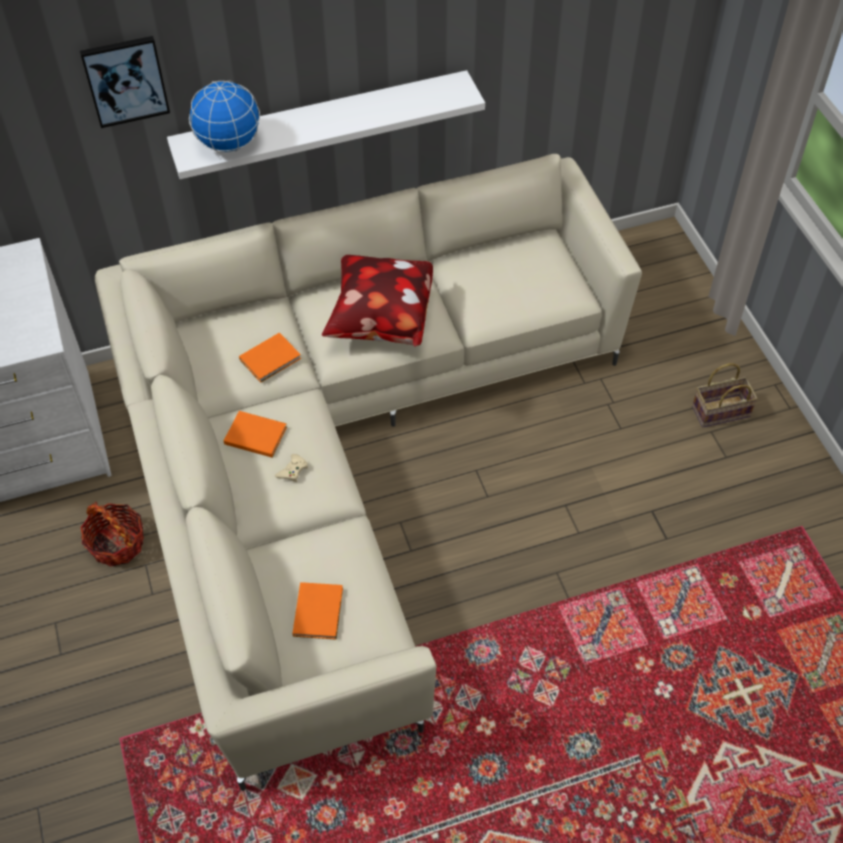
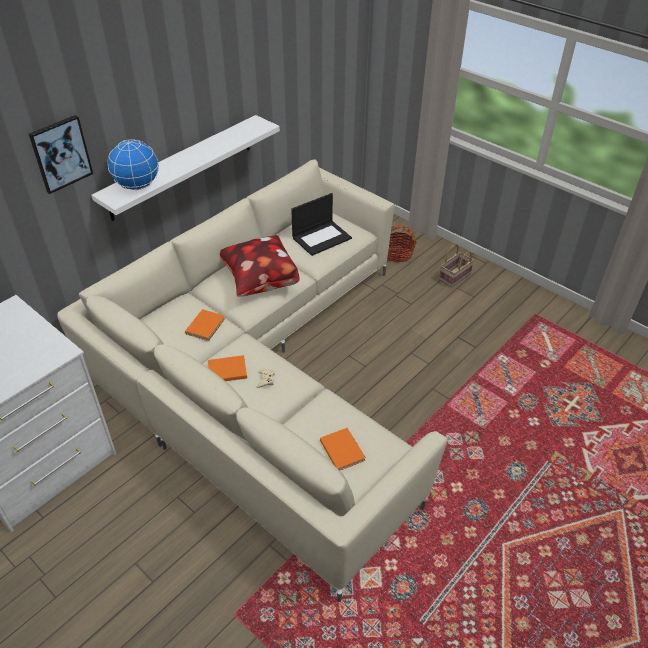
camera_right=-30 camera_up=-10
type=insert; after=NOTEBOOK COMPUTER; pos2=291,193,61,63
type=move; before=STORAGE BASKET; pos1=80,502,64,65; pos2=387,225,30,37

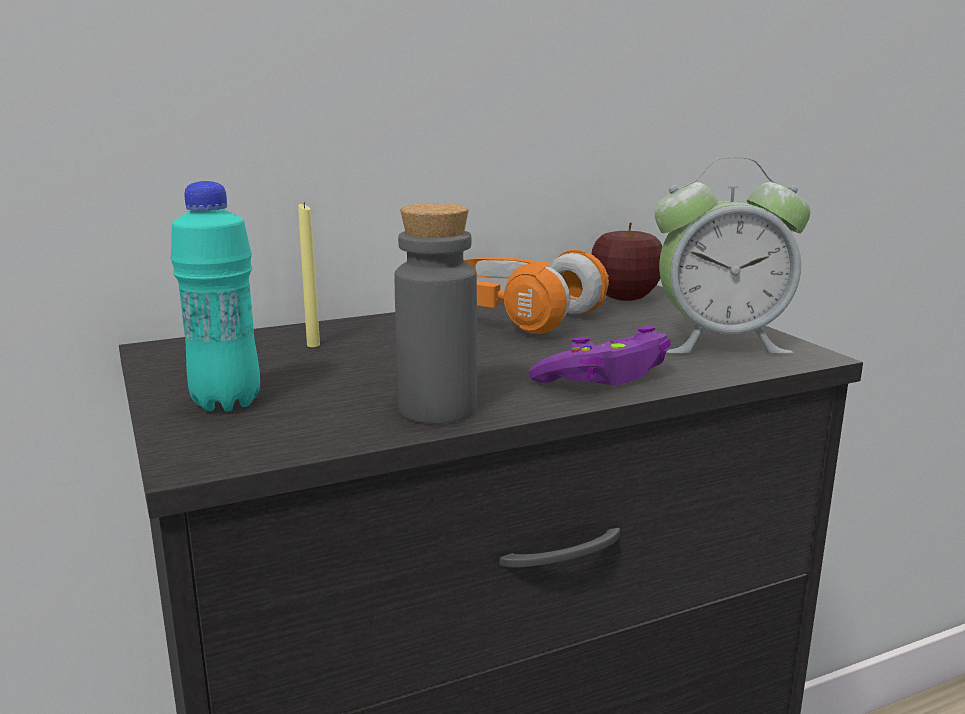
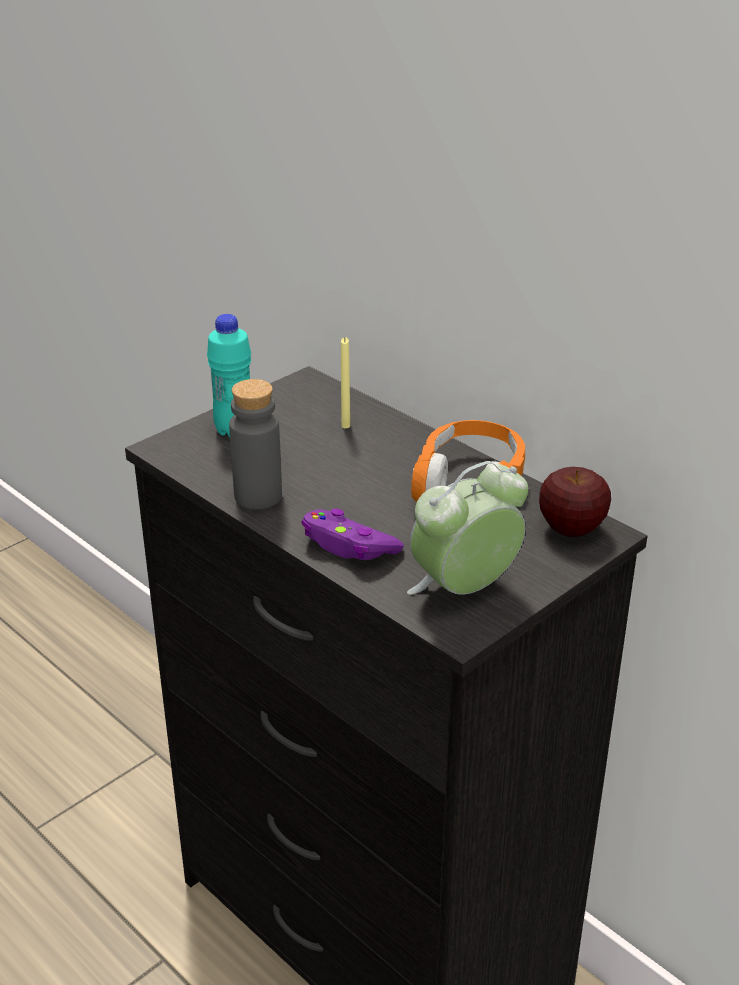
camera_right=70 camera_up=15
type=rotate; before=ALARM CLOCK; pos1=655,157,155,197; pos2=407,461,121,134; turn=75

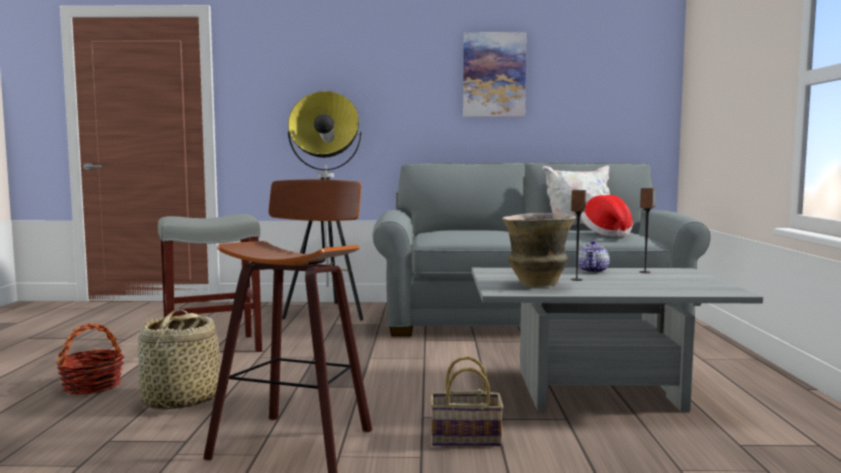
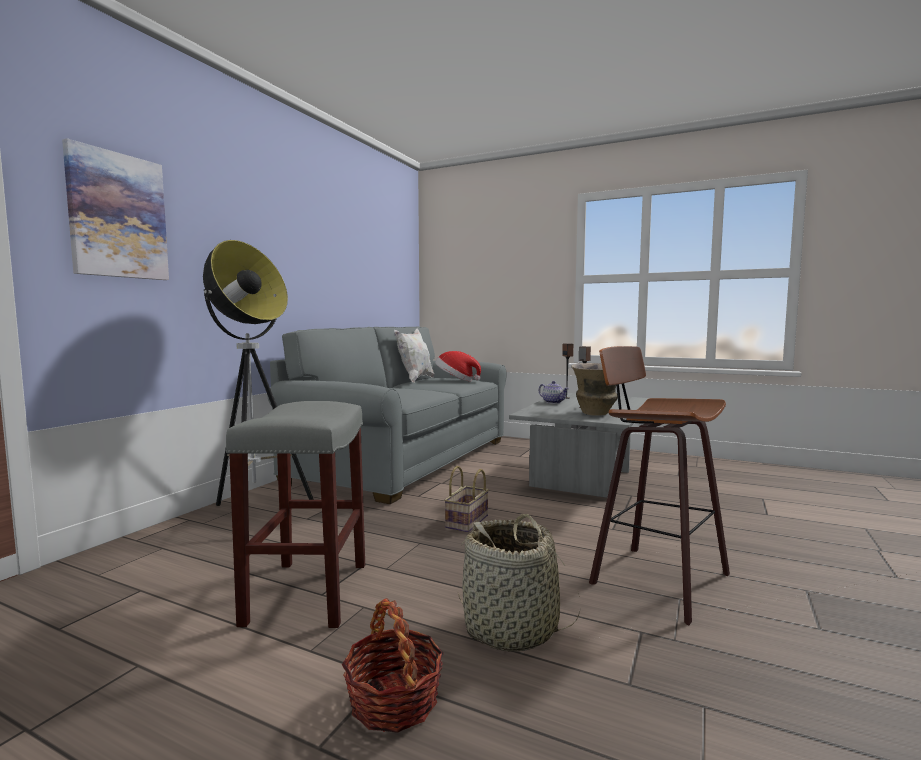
camera_right=-65 camera_up=0
type=move; before=WALL ART; pos1=463,32,64,85; pos2=62,138,107,142
type=move; before=STORAGE BASKET; pos1=431,356,73,90; pos2=444,466,45,66

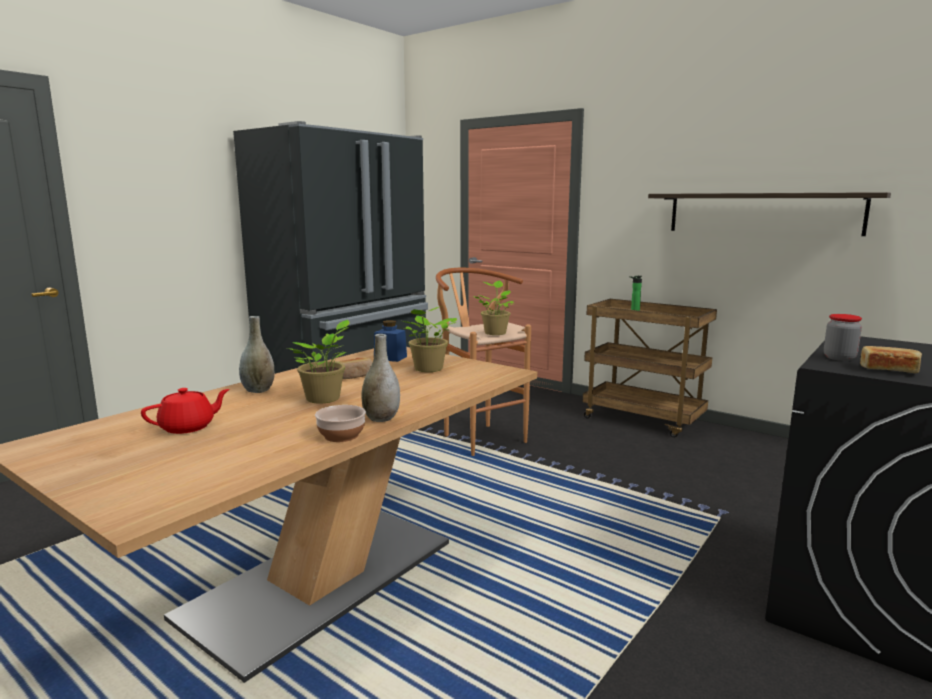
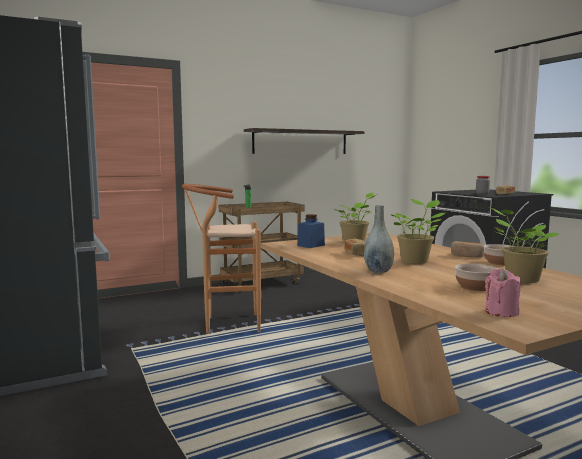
camera_right=-65 camera_up=-5
type=replace; before=GRAY DECORATIVE VASE; after=BAKED BREAD; pos1=361,334,39,88; pos2=451,241,33,17
type=replace; before=RED-COLOURED POT FOR TEA; after=BOWL; pos1=141,388,89,46; pos2=455,264,42,27
type=insert; after=PINK-COLOURED WAX LIGHT; pos2=485,268,36,49
type=move; before=PLANT IN A POT; pos1=473,280,41,55; pos2=489,207,70,76

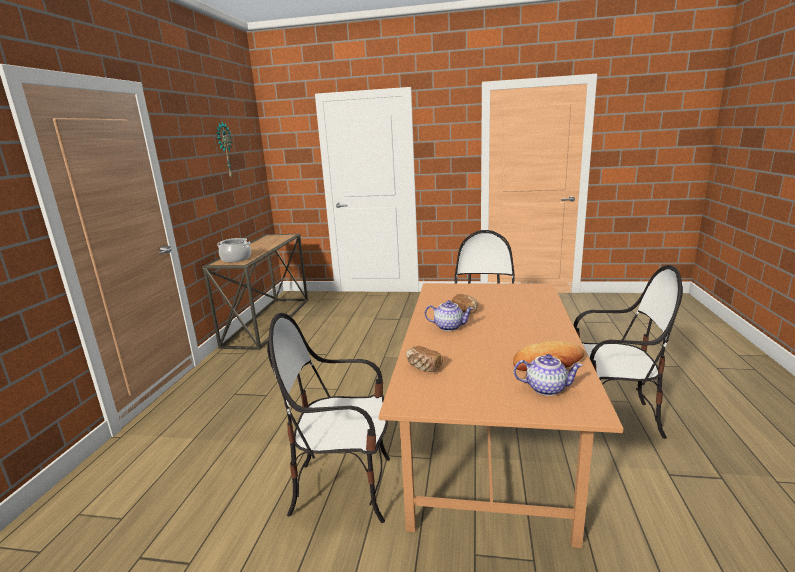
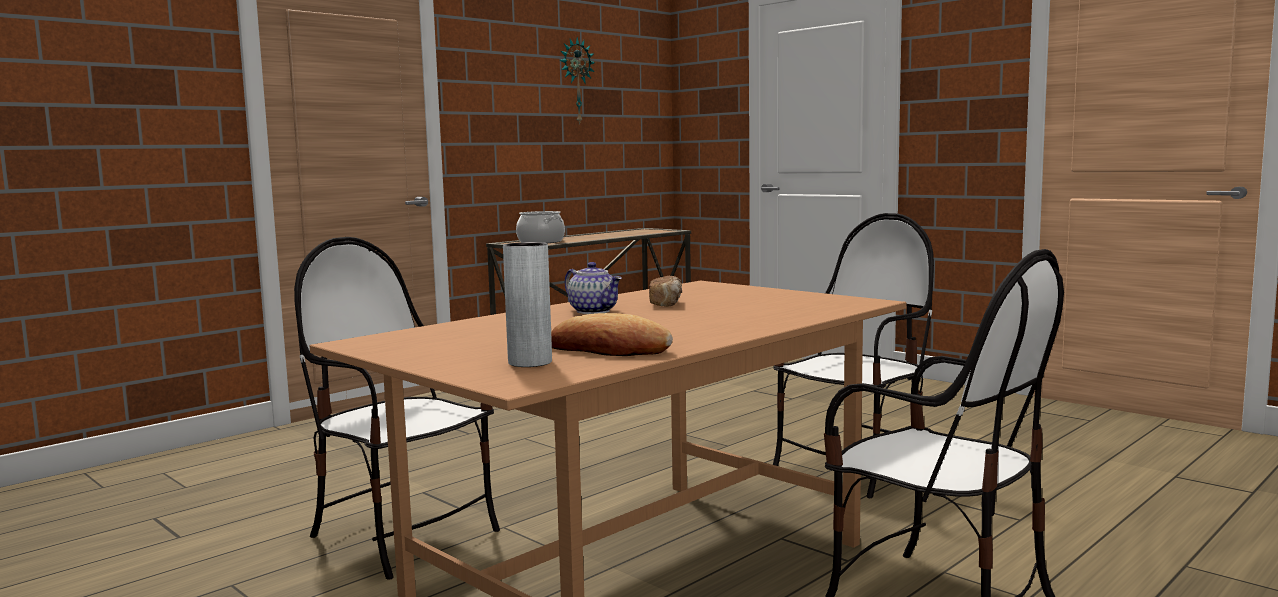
camera_right=35 camera_up=-10
type=replace; before=POT FOR TEA; after=GRAY DECORATIVE VASE; pos1=514,354,69,42; pos2=503,242,49,125
type=delete; before=BAKED BREAD; pos1=406,346,37,26

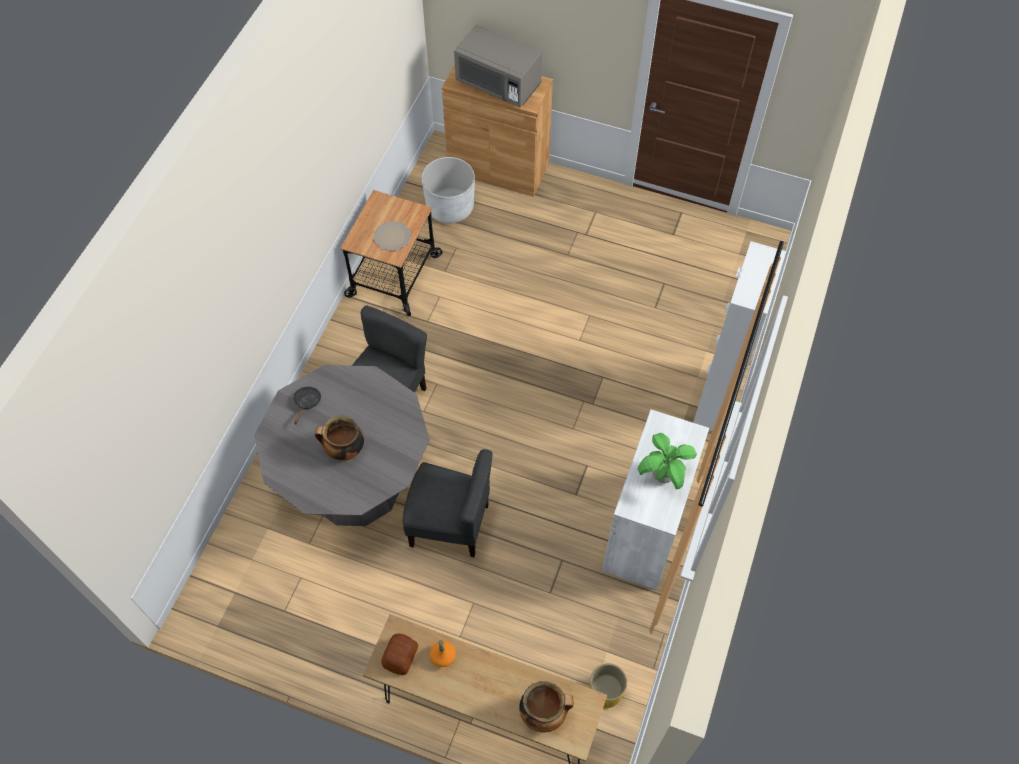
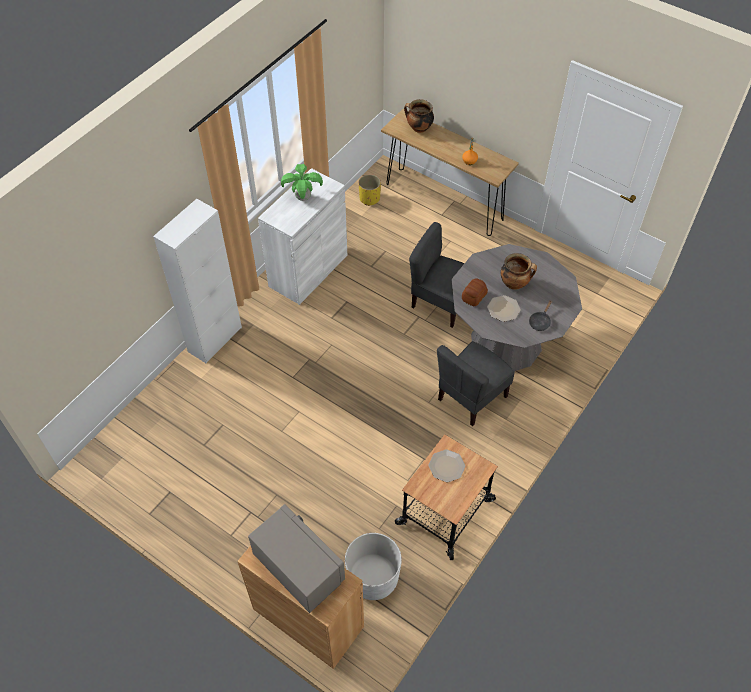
camera_right=-165 camera_up=-5
type=move; before=BAKED BREAD; pos1=381,634,37,41; pos2=462,279,26,27
type=insert; after=FLAT DISH; pos2=487,295,34,27

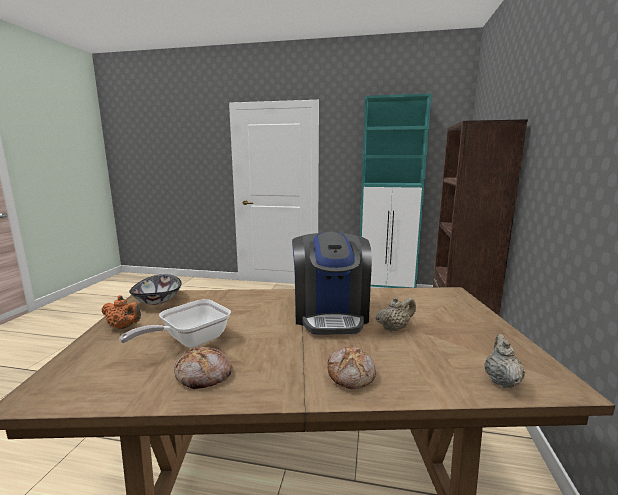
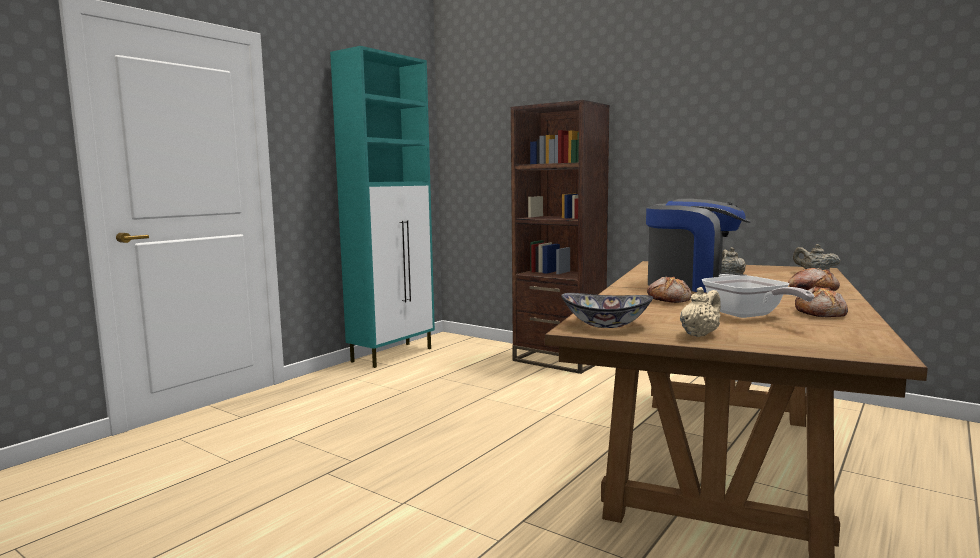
camera_right=-65 camera_up=-5
type=insert; after=BAKED BREAD; pos2=647,277,45,26
type=recolor; before=ORANGEY POT FOR TEA; after=SAND-COLOURED POT FOR TEA; pos1=102,295,39,34; pos2=680,287,41,50

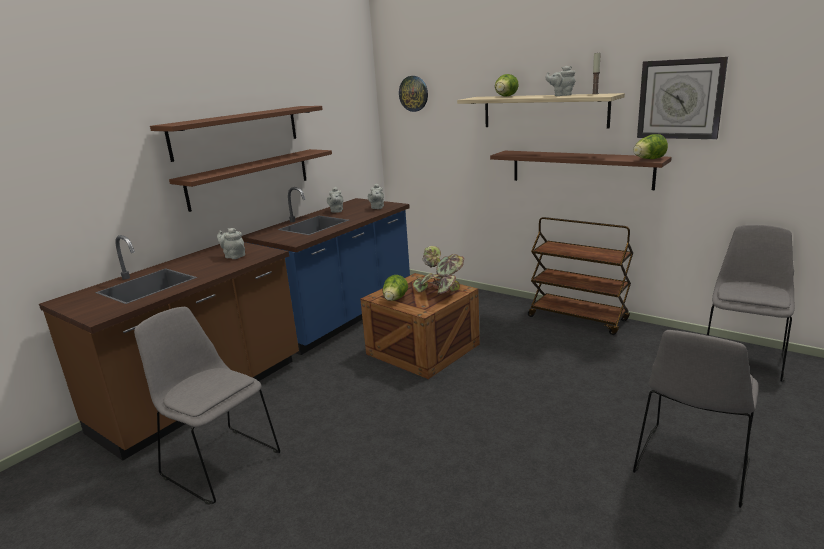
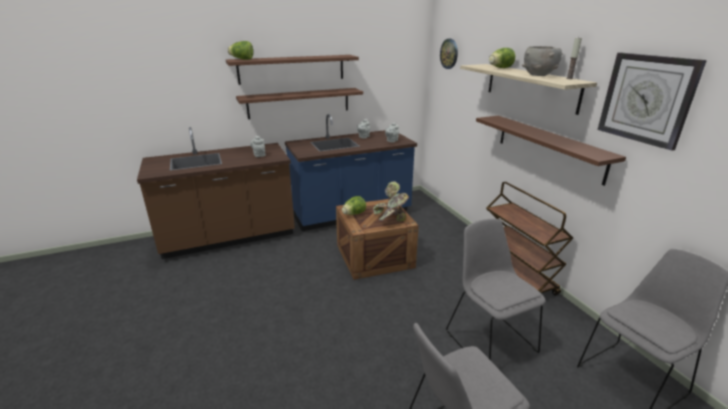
camera_right=30 camera_up=5
type=move; before=HEAD OF LETTUCE; pos1=633,134,35,25; pos2=228,41,25,19
type=move; before=GRAY CHAIR; pos1=134,307,146,198; pos2=446,219,100,141
type=replace; before=GRAY POT FOR TEA; after=GRAY BOWL; pos1=545,66,30,30; pos2=522,46,41,30

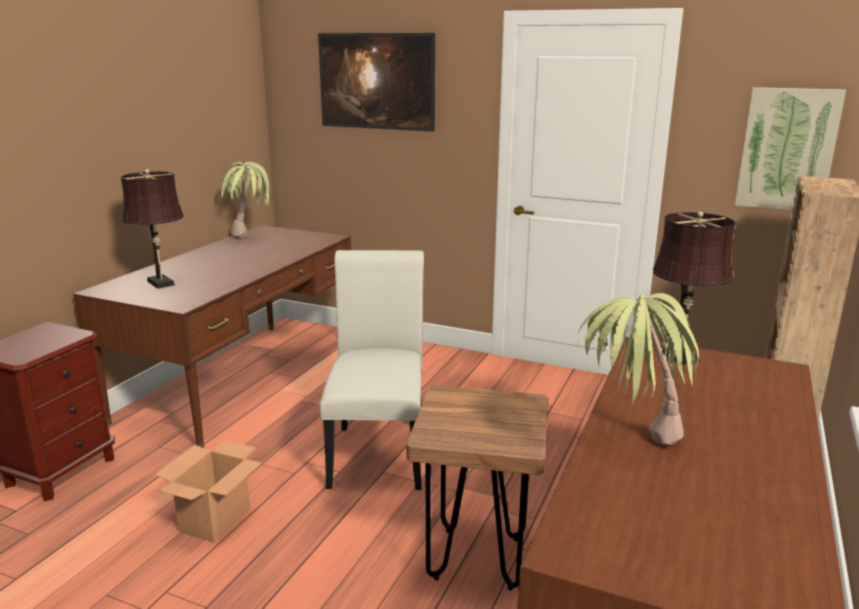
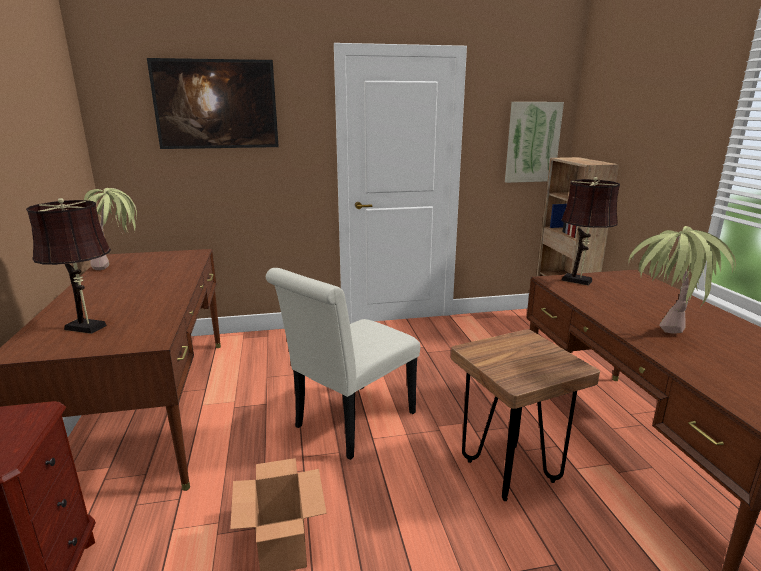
camera_right=-35 camera_up=0
type=rotate; before=WHITISH CHAIR; pos1=320,250,104,240; pos2=266,268,154,191; turn=-105

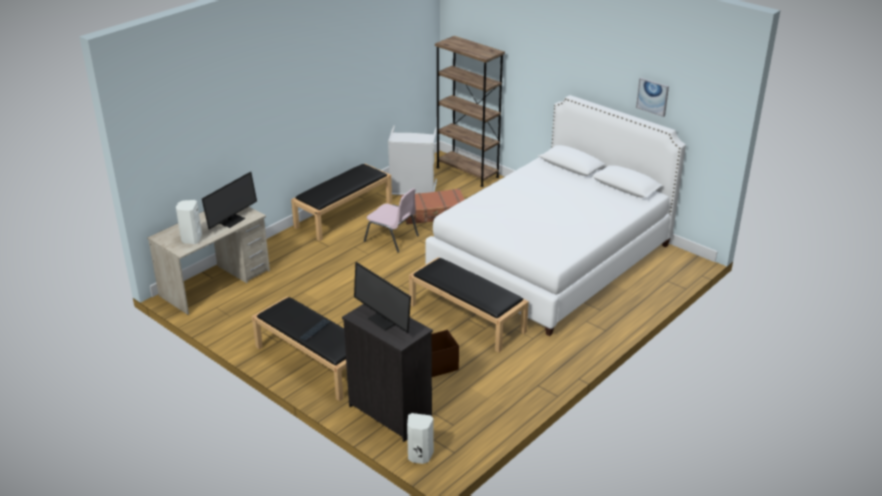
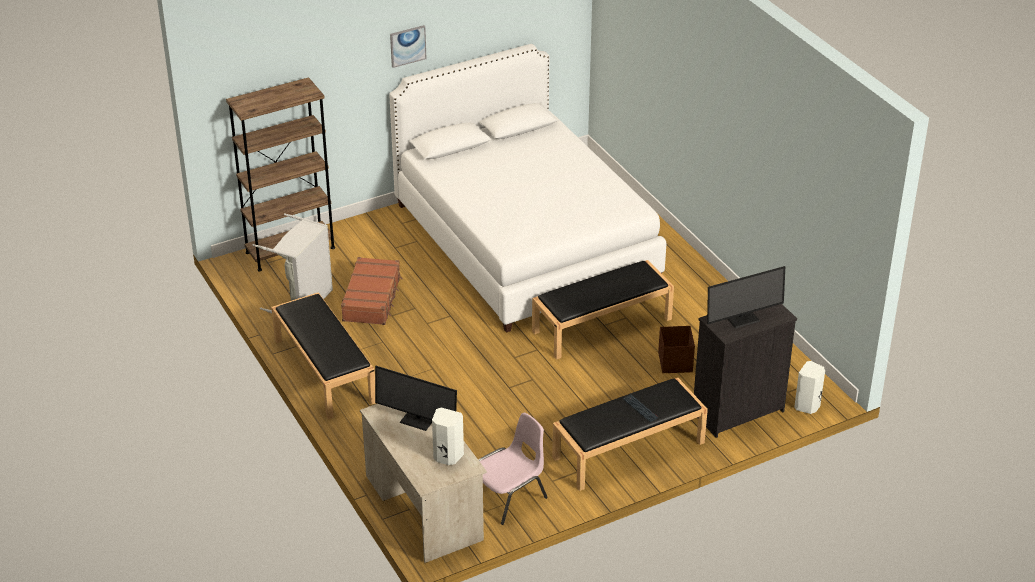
camera_right=-70 camera_up=5
type=rotate; before=MONITOR; pos1=202,172,55,57; pos2=375,366,82,65; turn=150
type=move; before=WALL ART; pos1=636,78,33,39; pos2=390,25,37,43
type=move; before=PINK-COLOURED CHAIR; pos1=364,188,55,65; pos2=478,413,70,112

